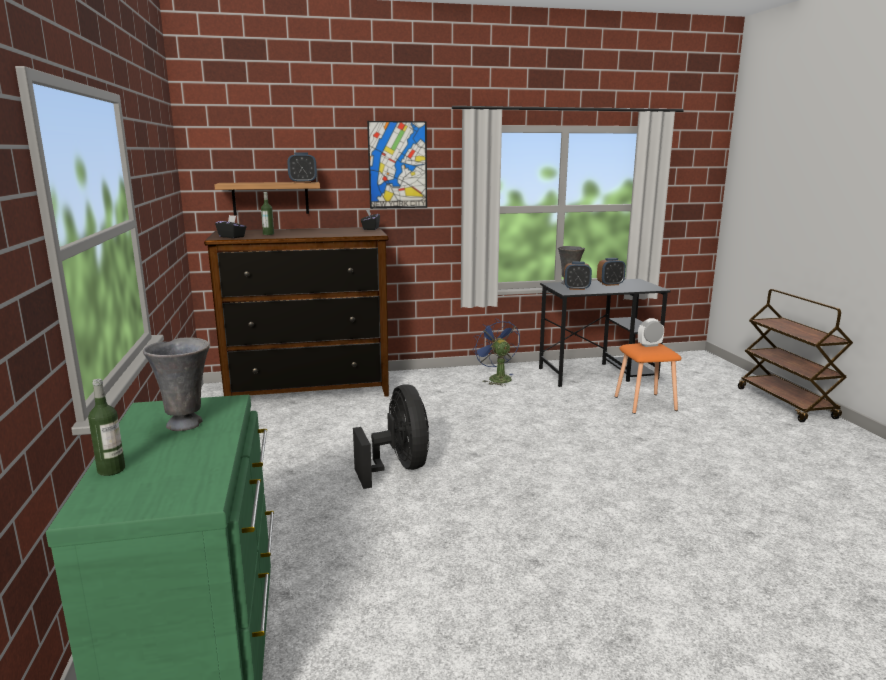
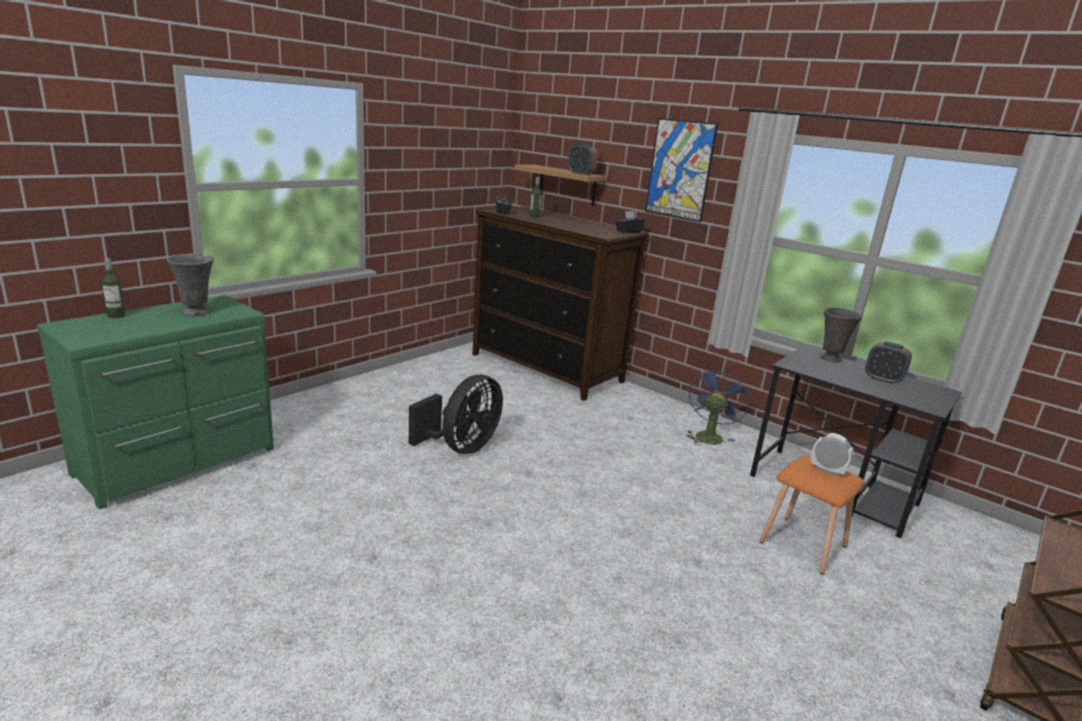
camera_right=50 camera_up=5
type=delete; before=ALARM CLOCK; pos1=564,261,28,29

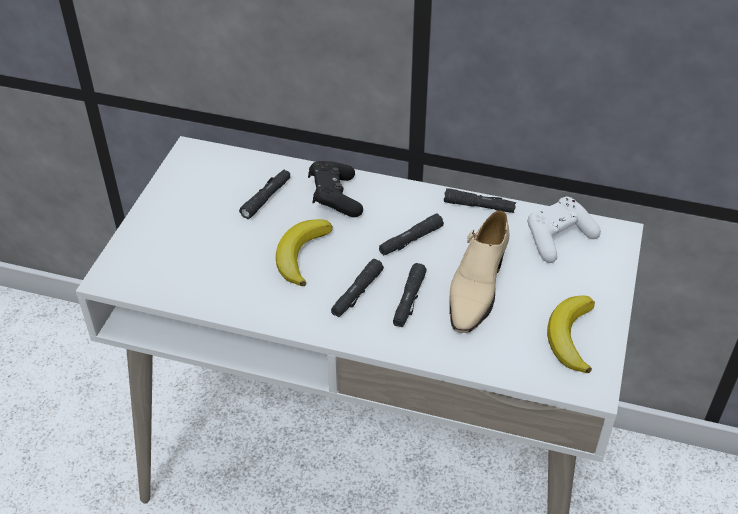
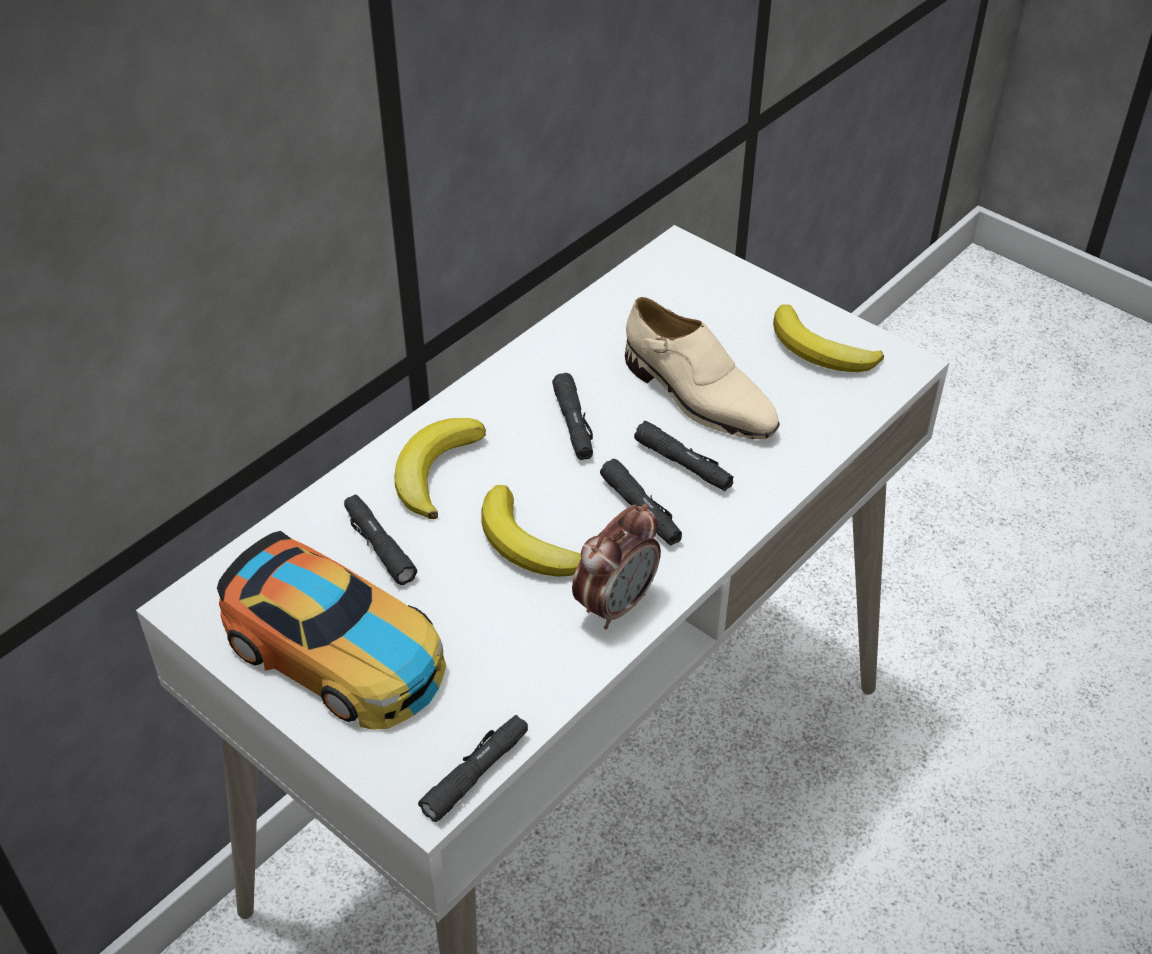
camera_right=-65 camera_up=0
type=insert; after=MODEL CAR; pos2=217,531,229,199
type=replace; before=BLACKISH GAME CONTROLLER; after=WHOLE BANANA; pos1=308,161,55,56; pos2=395,418,91,101
type=move; before=BLACKISH FLASHLIGHT; pos1=444,188,72,25; pos2=418,715,110,107
type=insert; after=ALARM CLOCK; pos2=572,503,89,126
type=delete; before=WHITISH GAME CONTROLLER; pos1=527,197,74,66

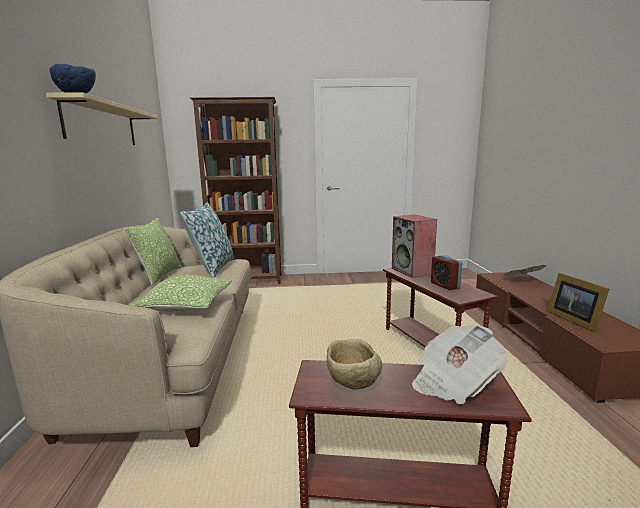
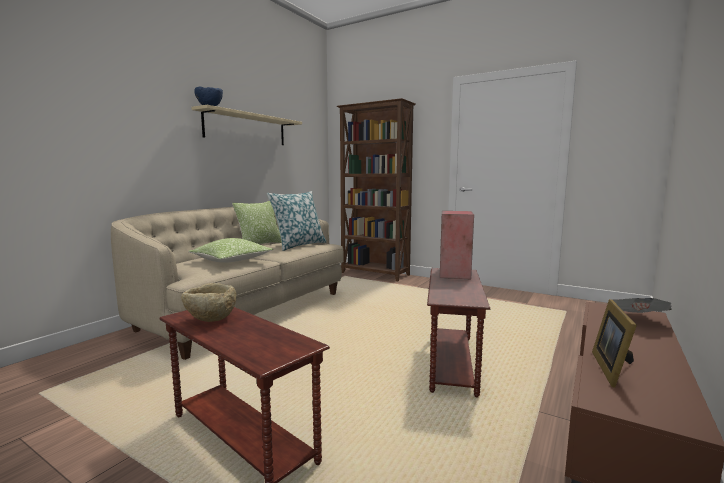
camera_right=35 camera_up=-5
type=delete; before=NEWSPAPER; pos1=412,325,95,79
type=delete; before=ALARM CLOCK; pos1=431,255,31,35

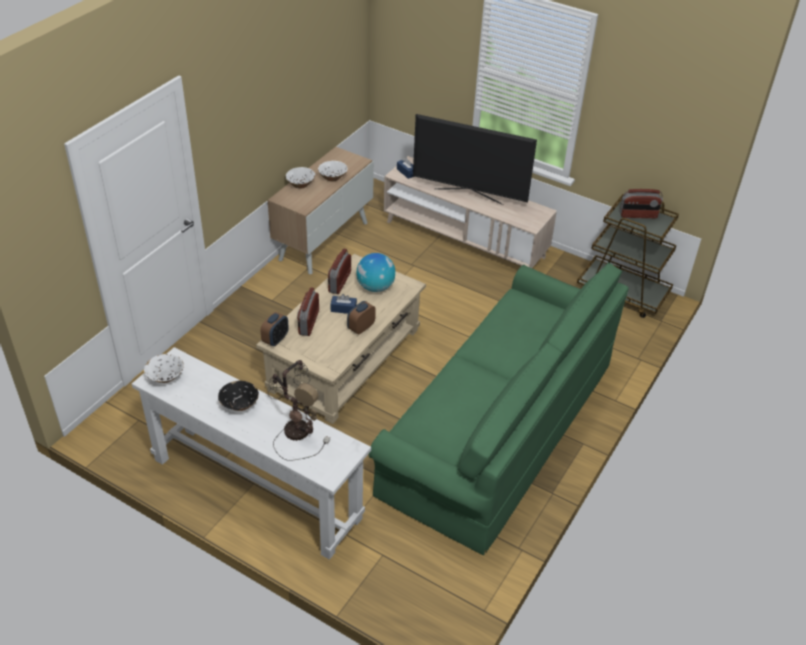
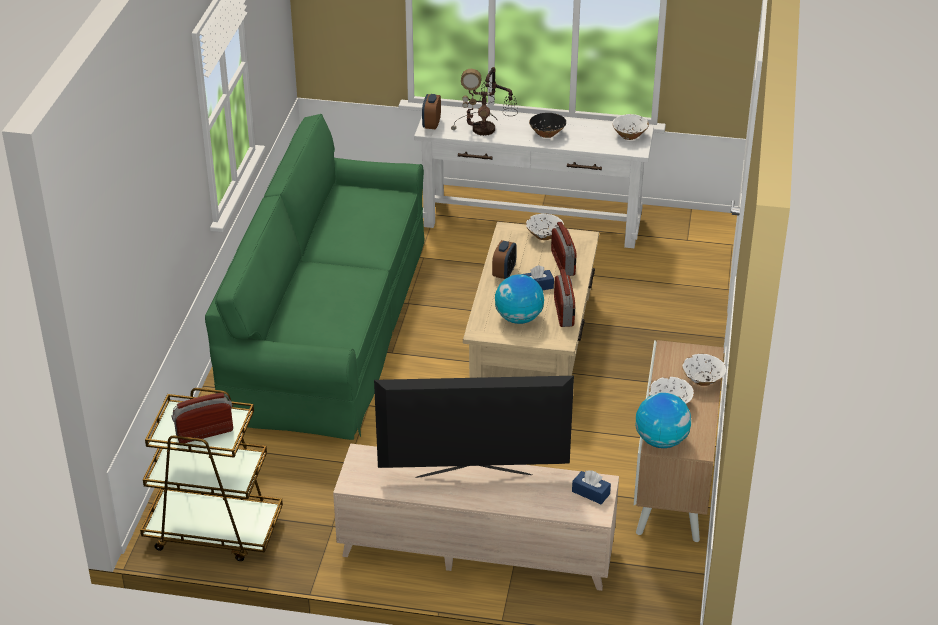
camera_right=160 camera_up=-5
type=move; before=ALARM CLOCK; pos1=261,312,28,34; pos2=422,94,19,35
type=insert; after=WHITISH BOWL; pos2=526,214,38,26
type=insert; after=WORLD GLOBE; pos2=635,393,56,55

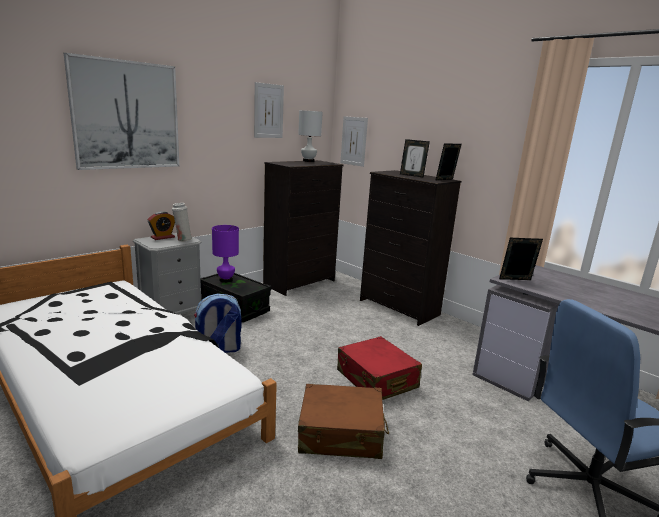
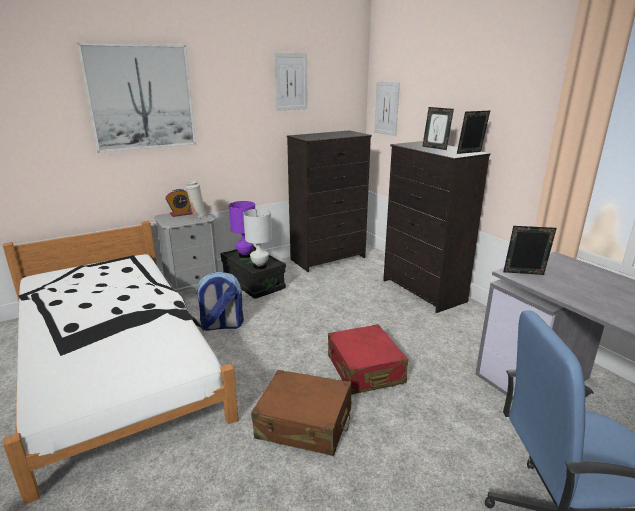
camera_right=15 camera_up=5
type=move; before=WHITISH LAMP FOR A TABLE; pos1=298,110,25,52; pos2=243,209,29,60

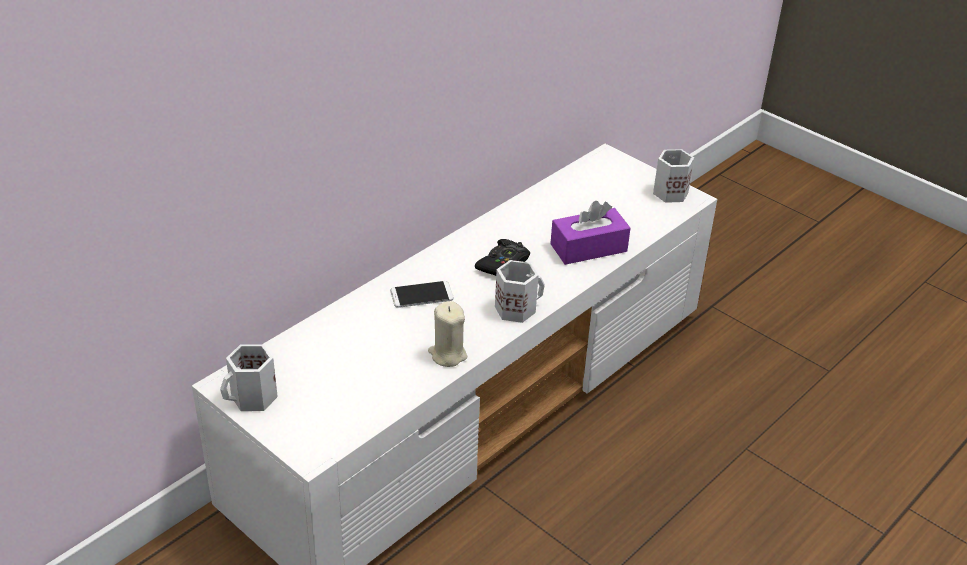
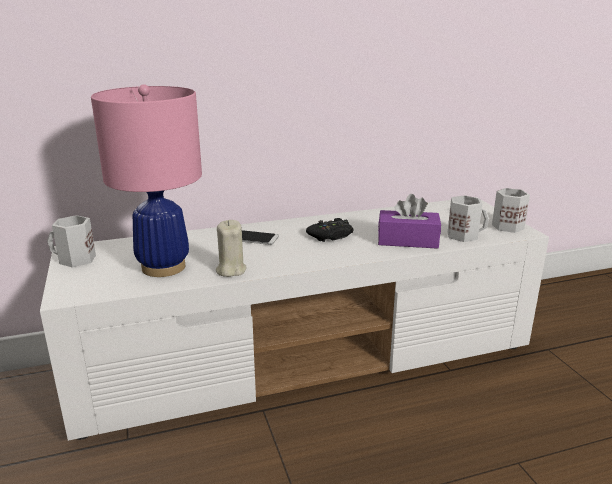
camera_right=30 camera_up=-15
type=insert; after=PINK-COLOURED LAMP FOR A TABLE; pos2=91,84,111,193
type=move; before=WHITISH MUG; pos1=495,260,50,63; pos2=448,195,41,47

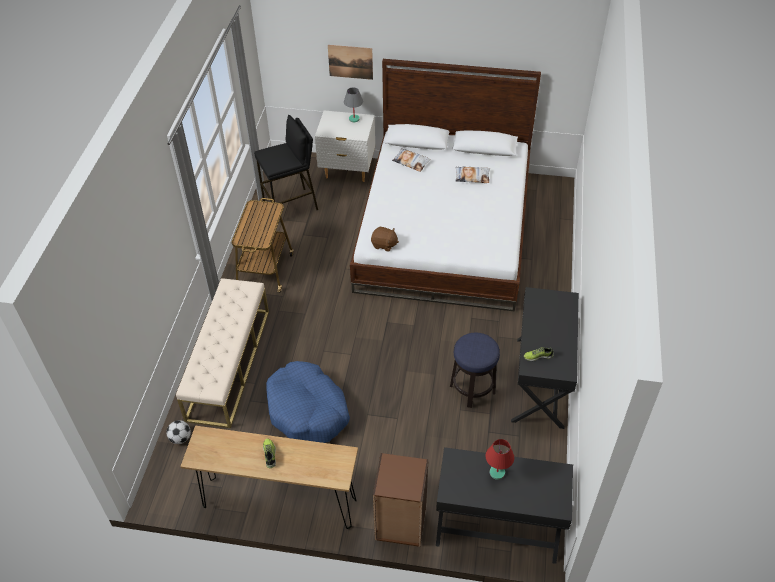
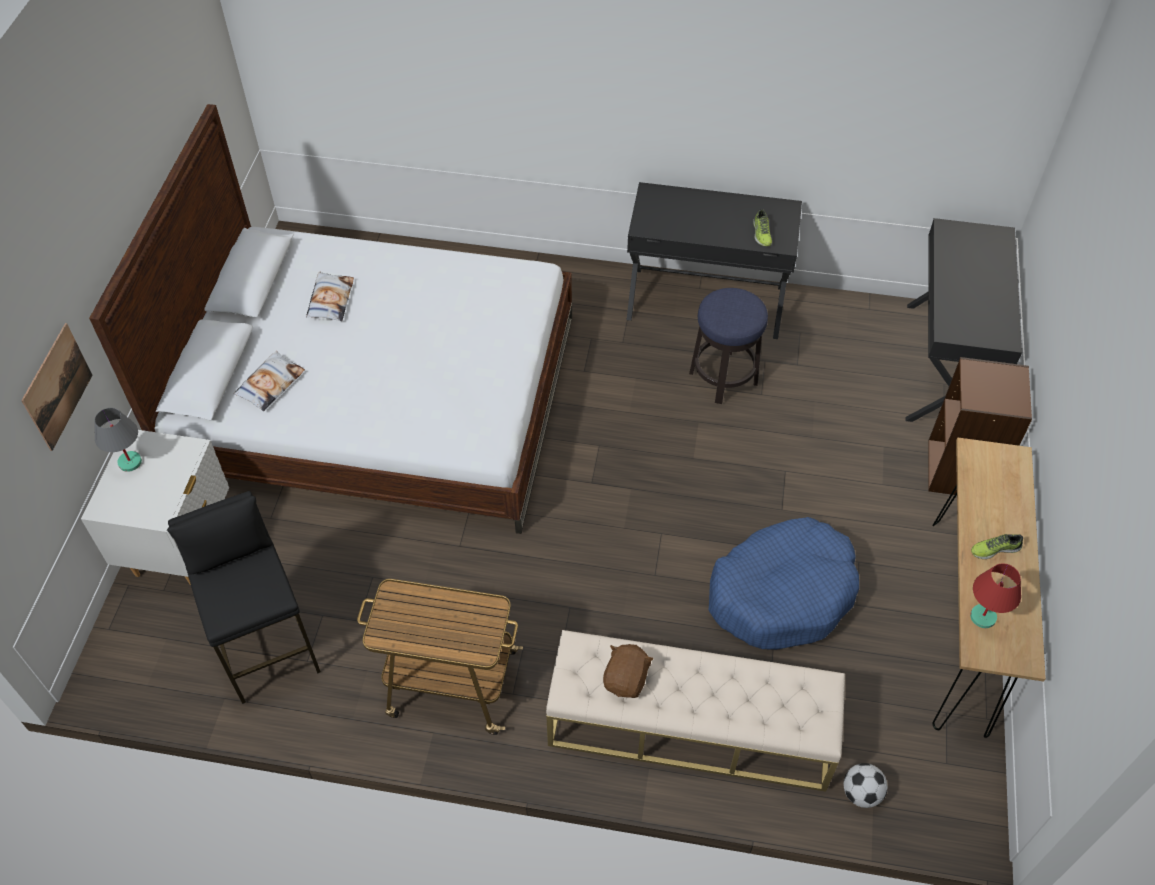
camera_right=-90 camera_up=5
type=move; before=BROWNISH CUDDLY TOY; pos1=371,227,28,25; pos2=603,644,51,54
type=move; before=RED-COLOURED LAMP FOR A TABLE; pos1=486,439,28,41; pos2=970,563,51,65

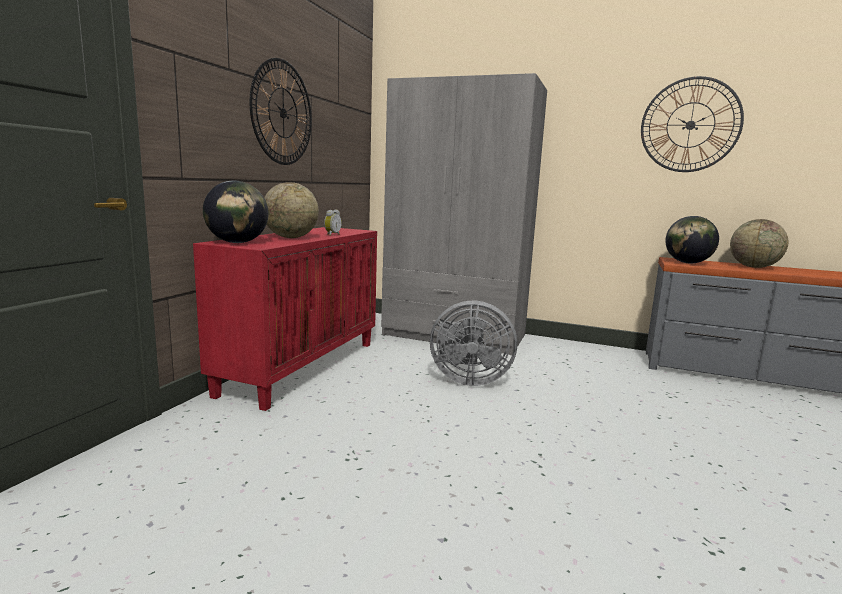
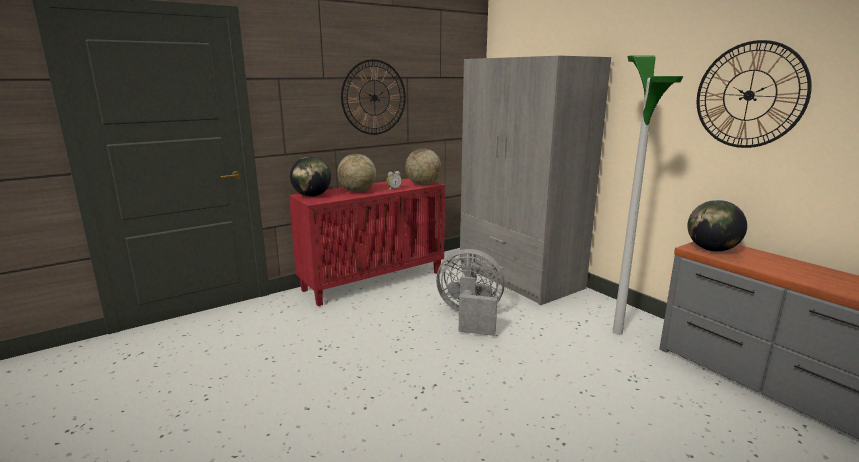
camera_right=35 camera_up=5
type=move; before=WORLD GLOBE; pos1=730,219,58,49; pos2=405,149,36,36
type=rotate; before=GRAY ELECTRIC FAN; pos1=430,301,87,85; pos2=436,249,69,87; turn=150
type=insert; after=STANDARD LAMP; pos2=613,55,70,280

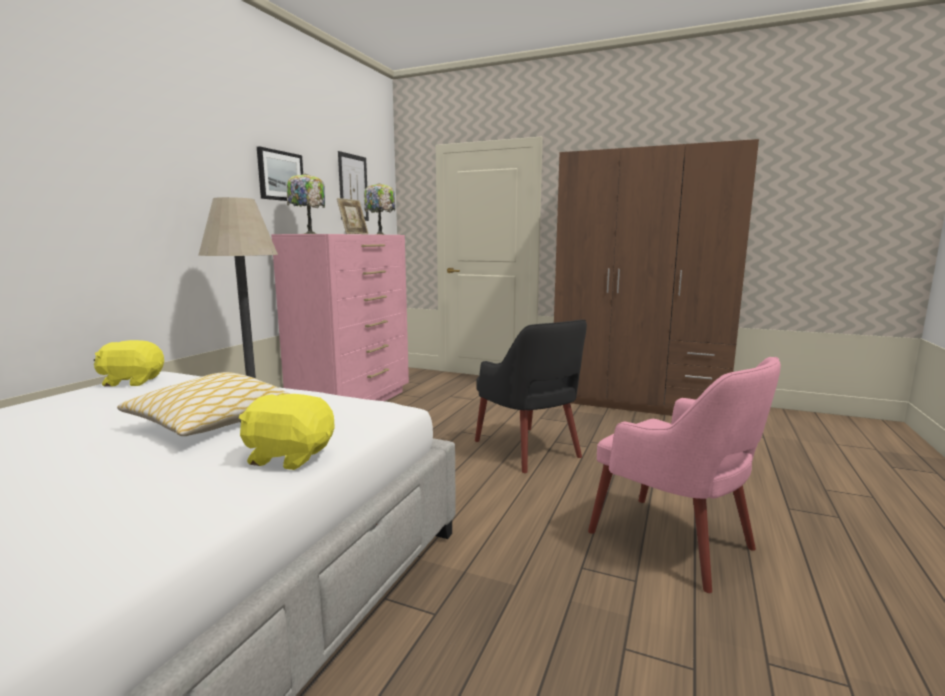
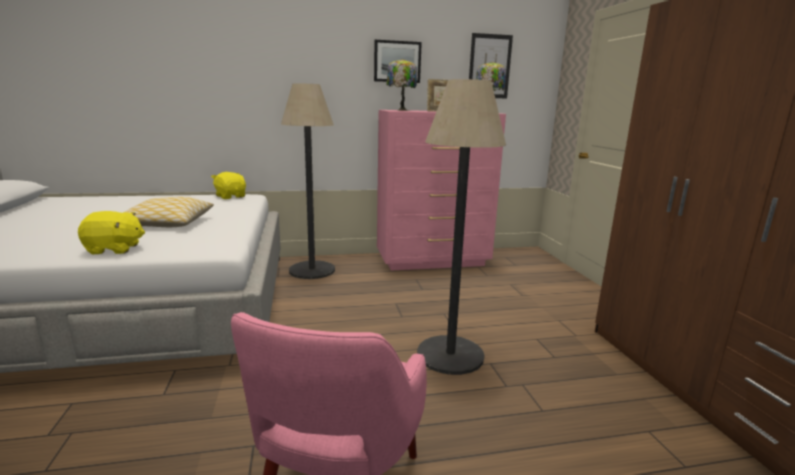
camera_right=55 camera_up=5
type=rotate; before=YELLOWISH CUDDLY TOY; pos1=239,393,96,77; pos2=78,211,67,43; turn=105
type=replace; before=BLACKISH EASY CHAIR; after=STANDARD LAMP; pos1=475,320,112,153; pos2=417,79,89,296

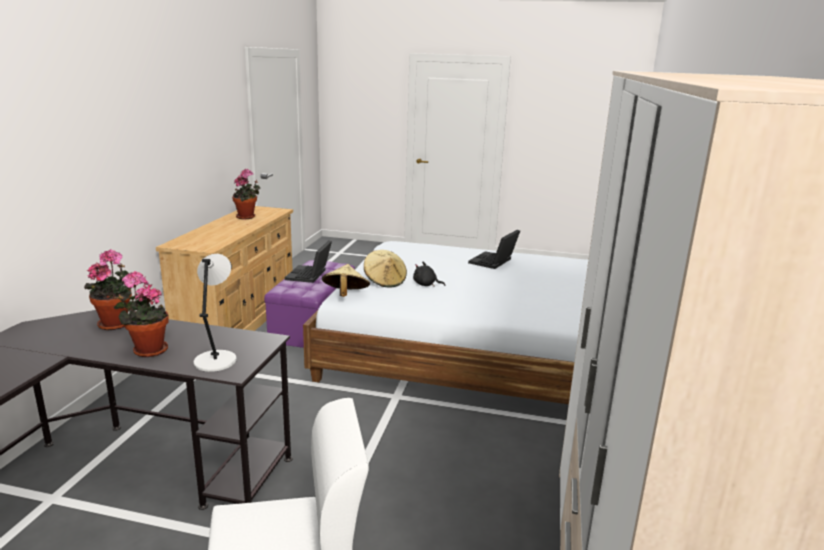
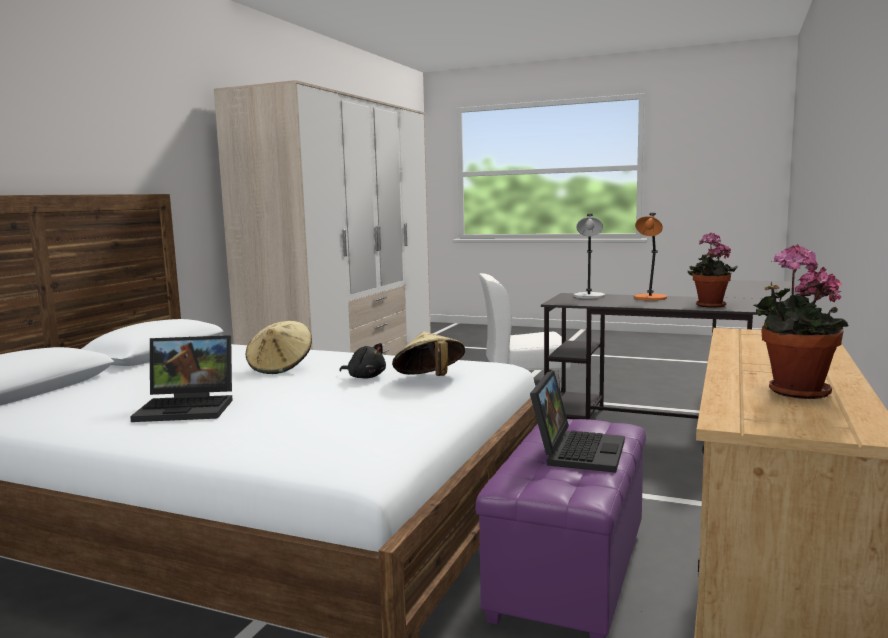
camera_right=-170 camera_up=-10
type=rotate; before=NOTEBOOK COMPUTER; pos1=468,229,52,40; pos2=130,335,103,87; turn=45
type=move; before=SAND-COLOURED CLOTHING HAT; pos1=322,264,48,33; pos2=246,321,66,53
type=replace; before=PLANT IN A POT; after=ORANGEY LAMP FOR A TABLE; pos1=114,271,55,86; pos2=634,213,33,88

